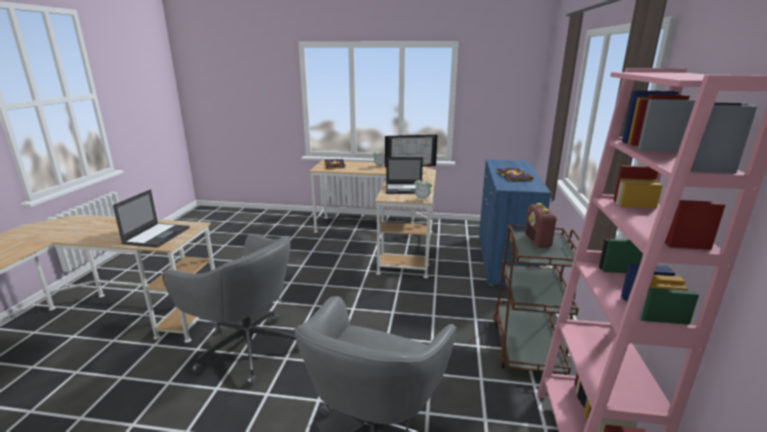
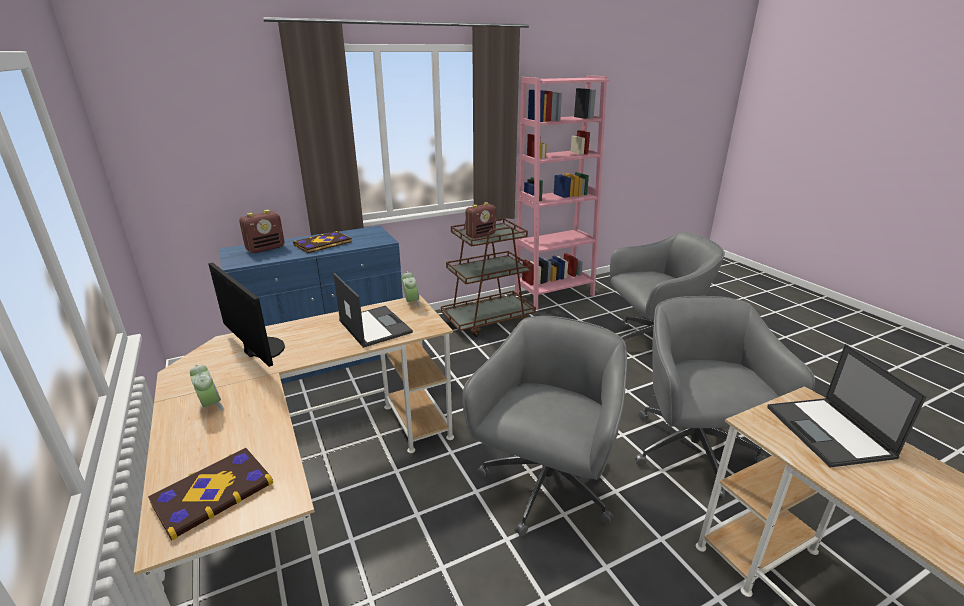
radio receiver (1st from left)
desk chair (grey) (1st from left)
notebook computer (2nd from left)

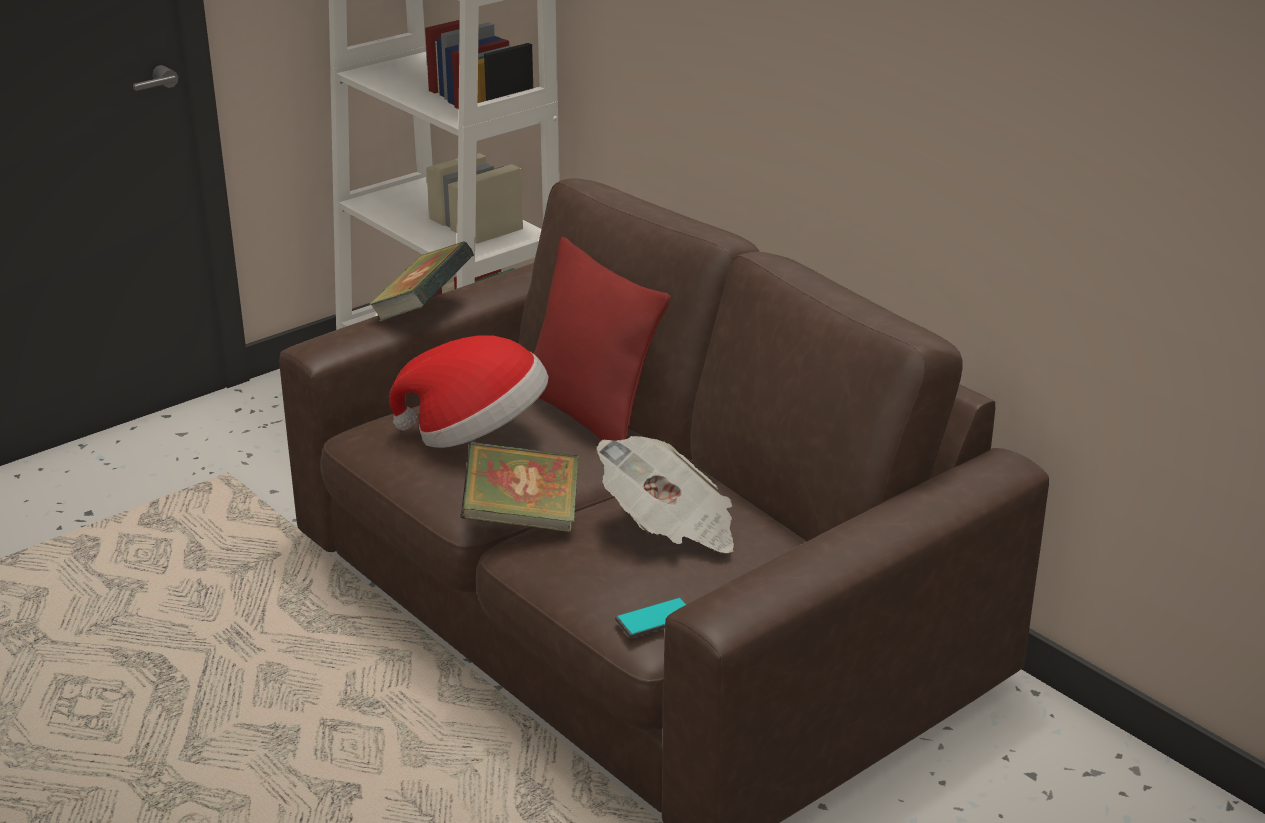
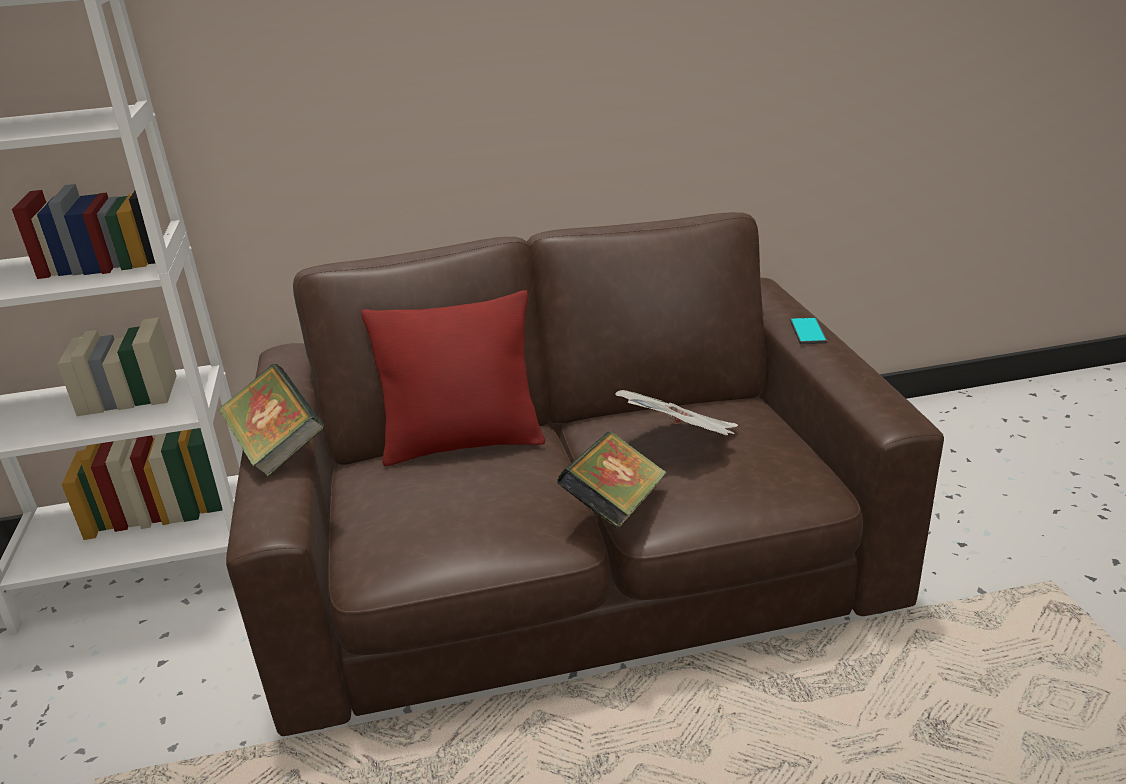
hat
handset

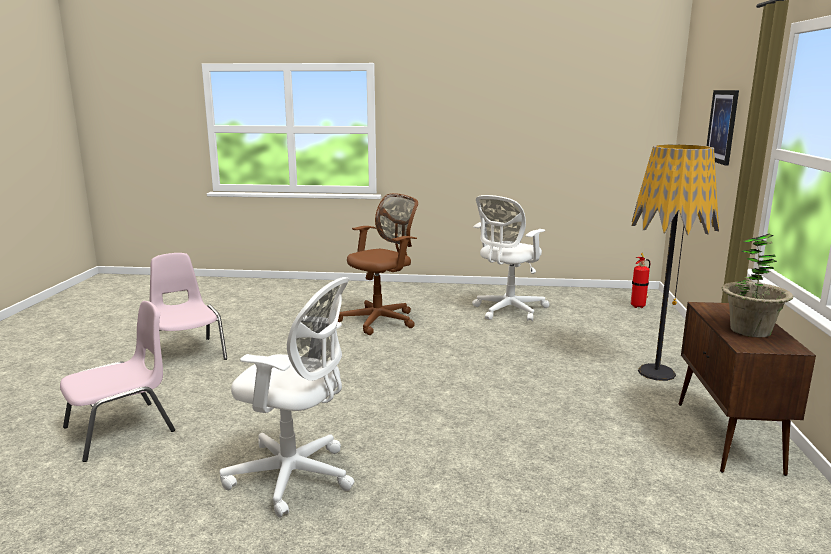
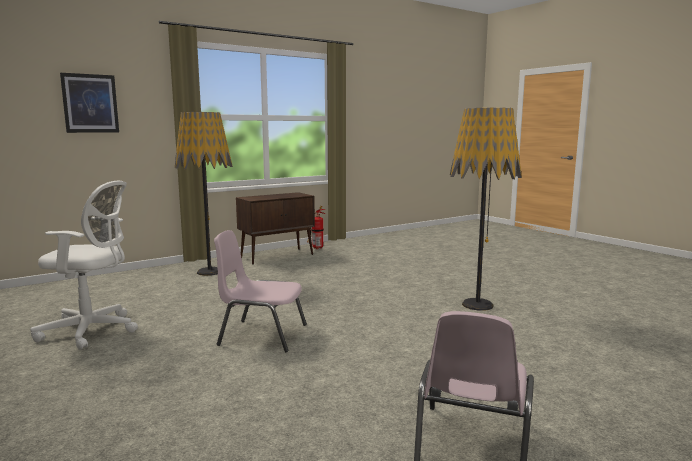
desk chair (brownish)
potted plant
plain chair (pink-coloured) (1st from left)
fire extinguisher
standard lamp (2nd from left)

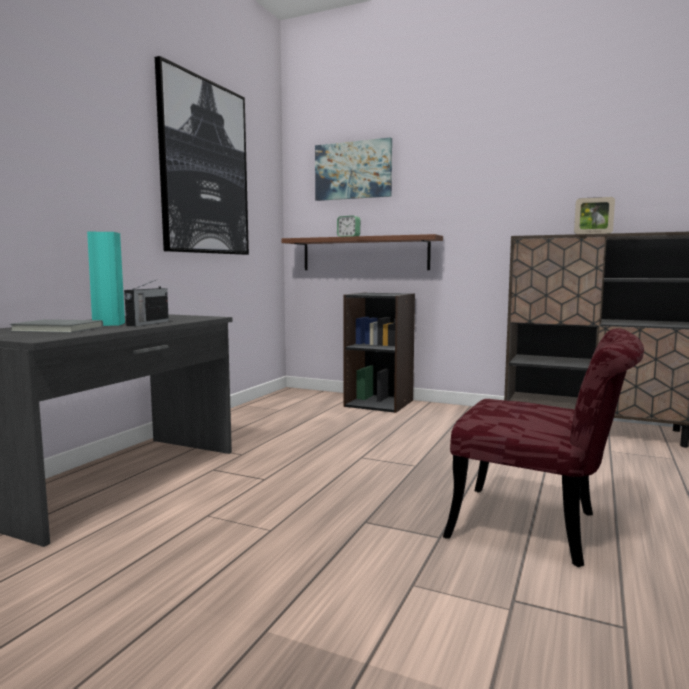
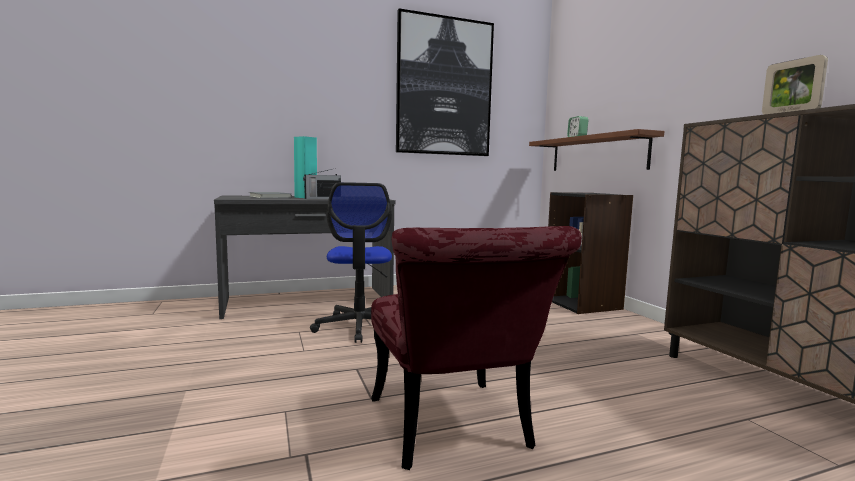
wall art (2nd from left in the first image)
desk chair

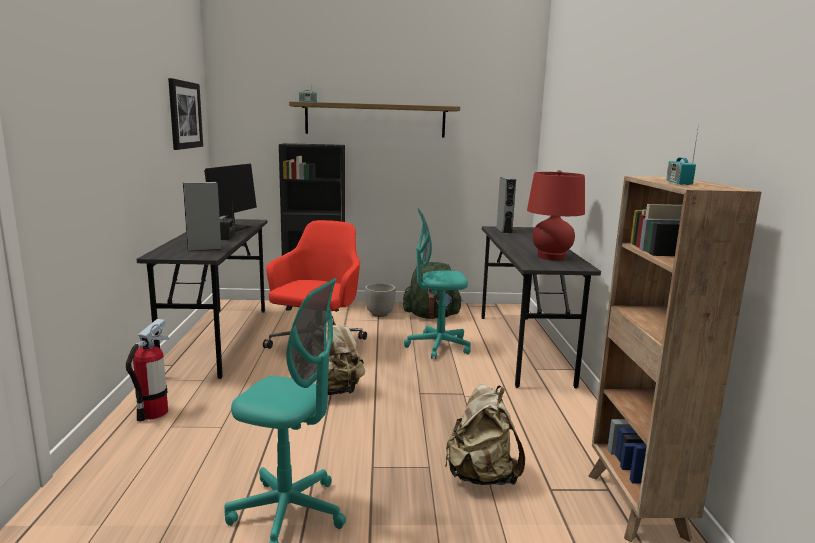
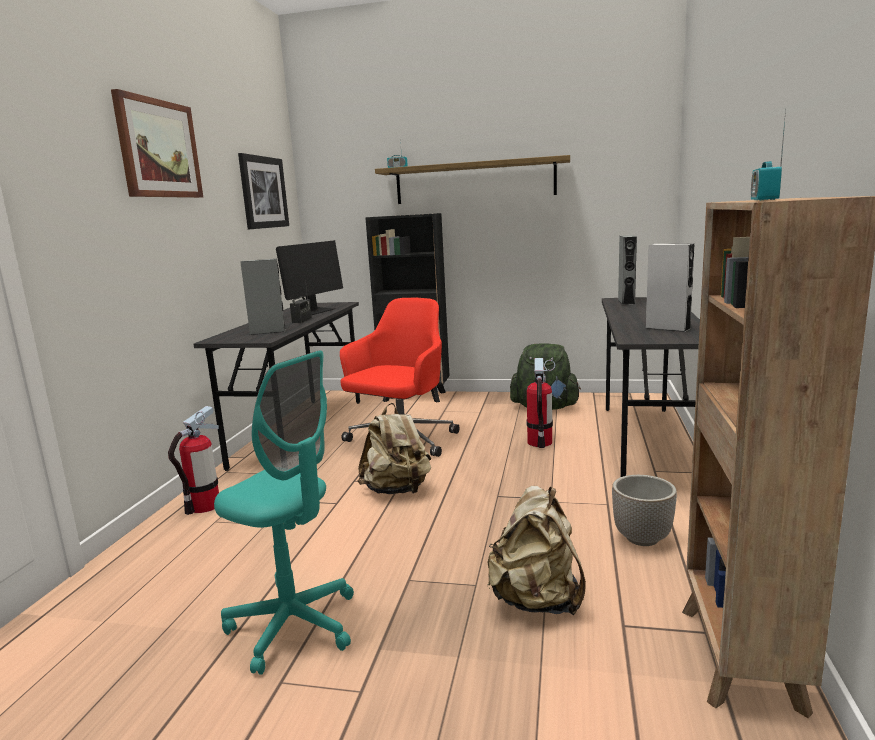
wall art (1st from left)
plant pot
fire extinguisher (2nd from left)
speaker (grey) (3rd from left)

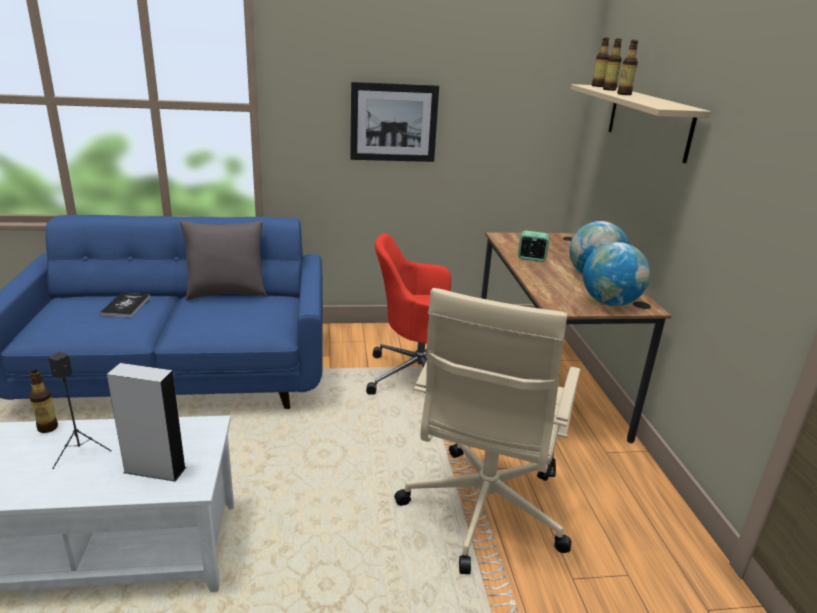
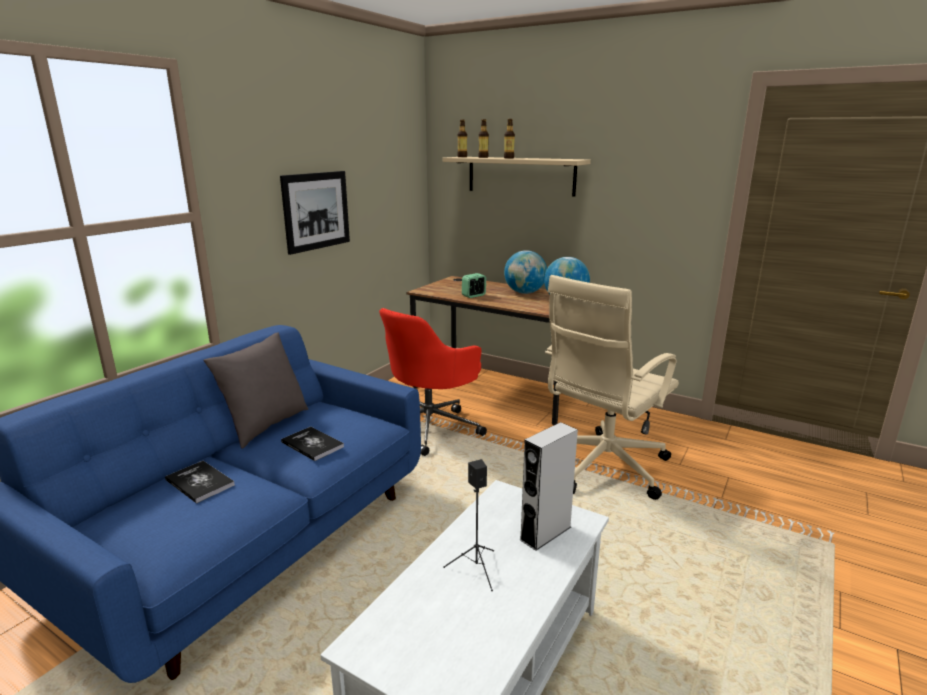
drink bottle (1st from left in the first image)
bound book (2nd from left)
desk chair (beige-coloured)

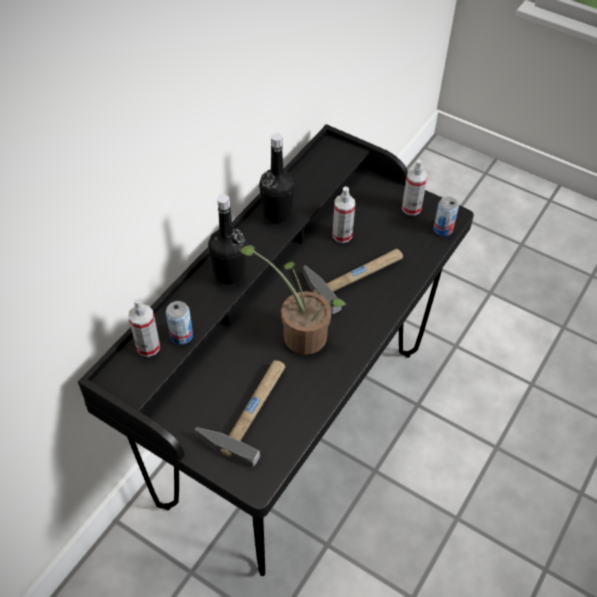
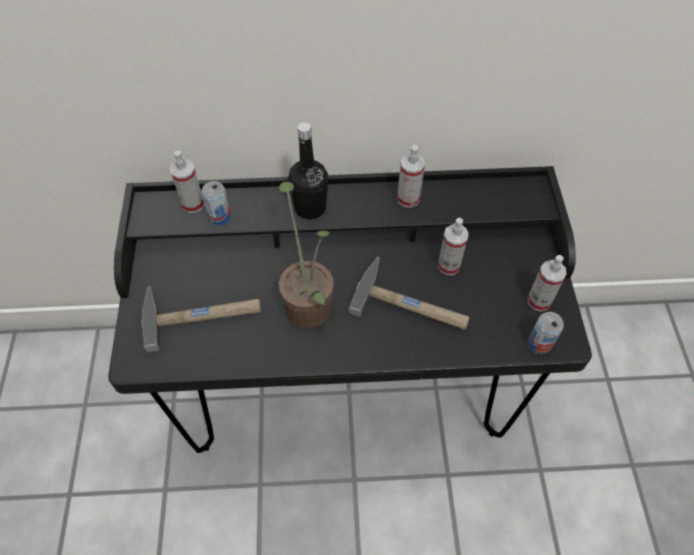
spray bottle (2nd from left)

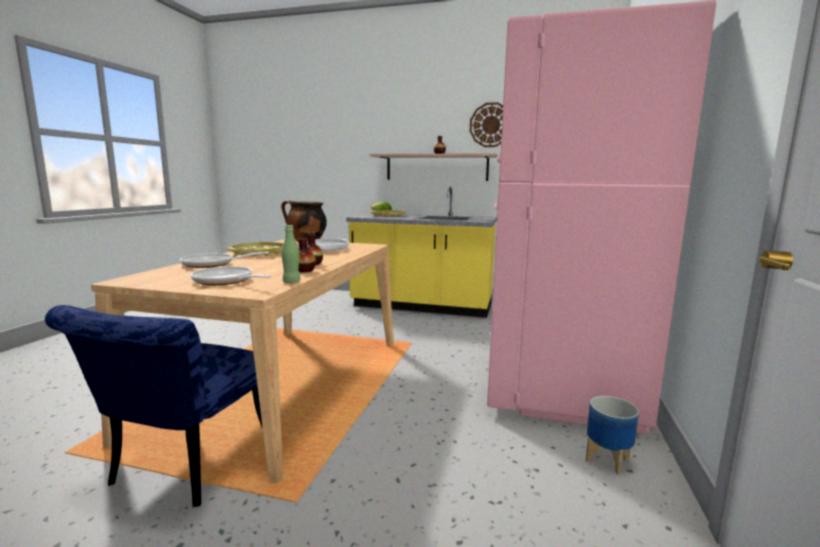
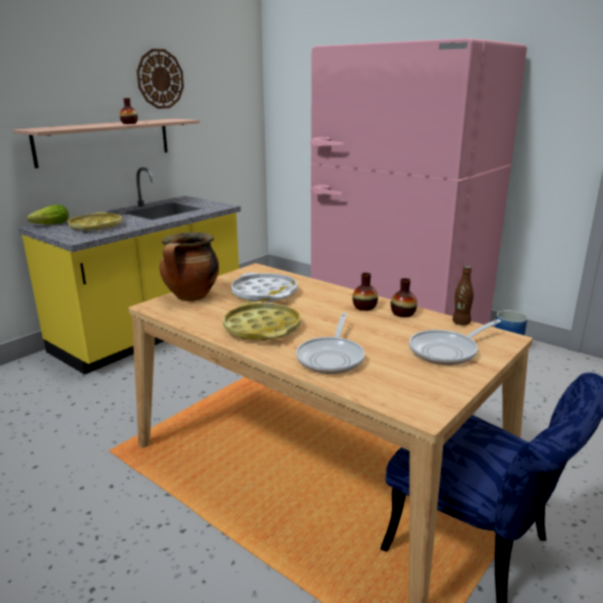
drink bottle (brownish)

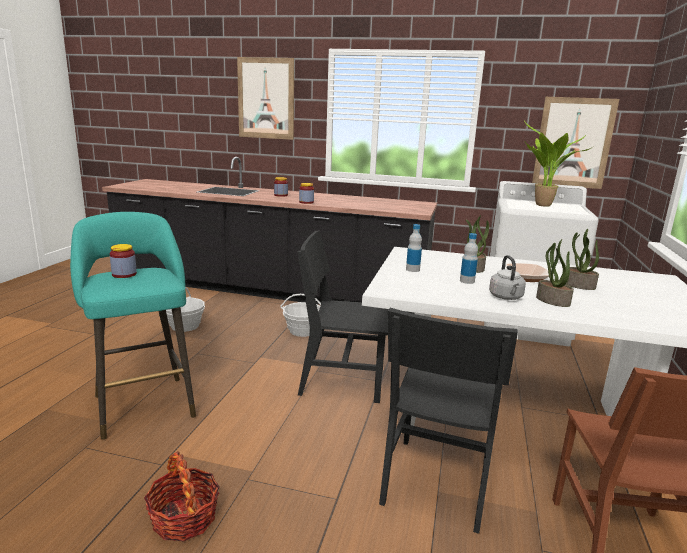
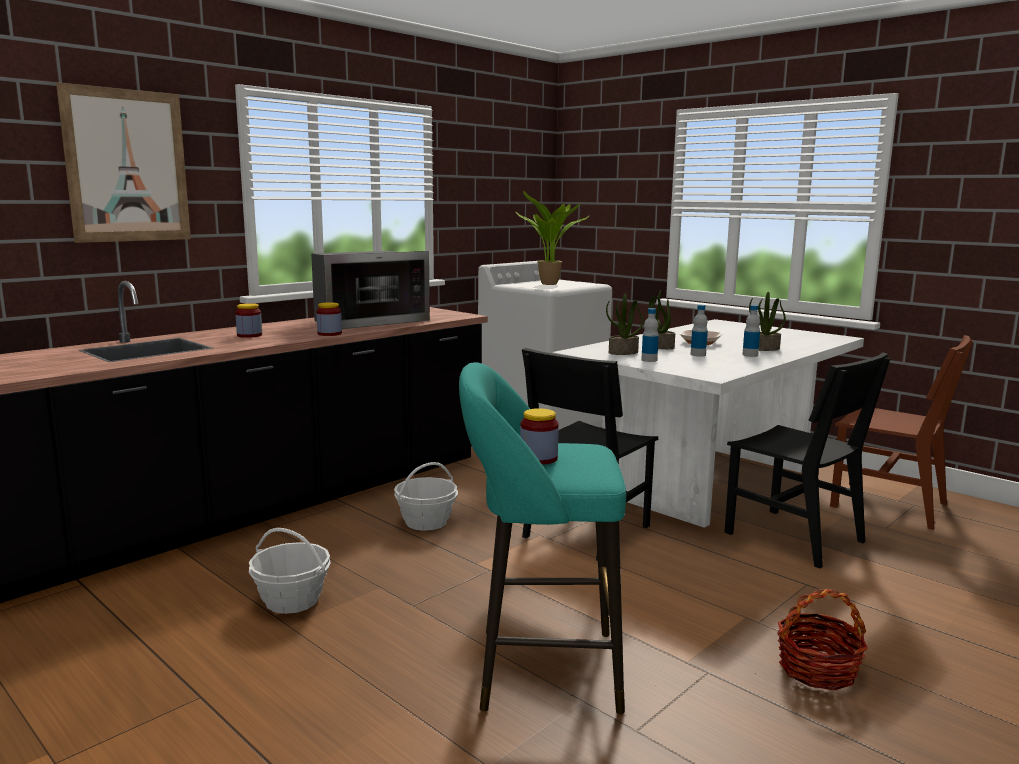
wall art (2nd from left in the first image)
microwave oven
potted plant (2nd from left)
drink bottle (3rd from left)

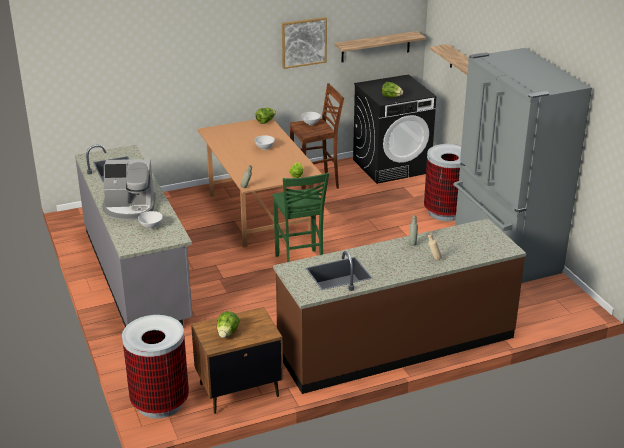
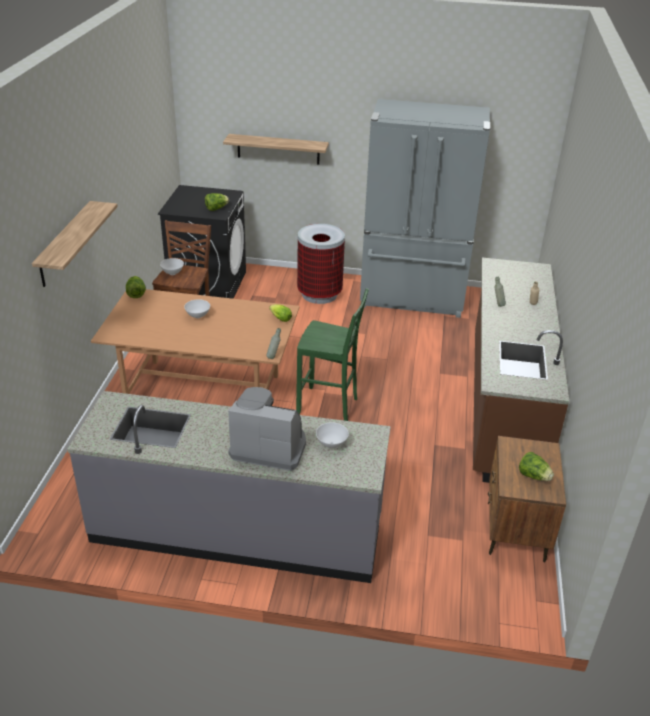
trash can (1st from left in the first image)
wall art
bracket shelf (1st from left)
coffee brewer

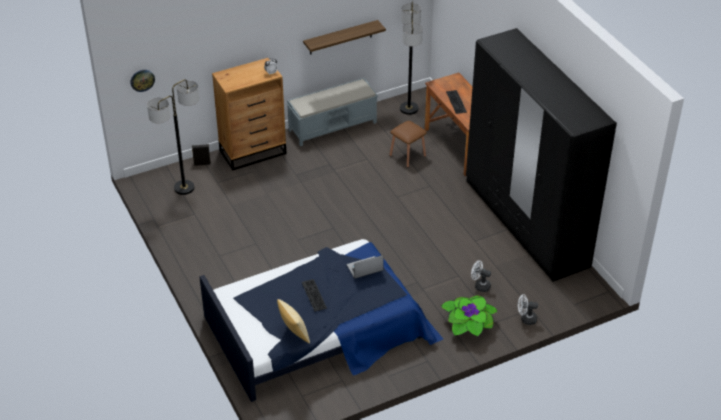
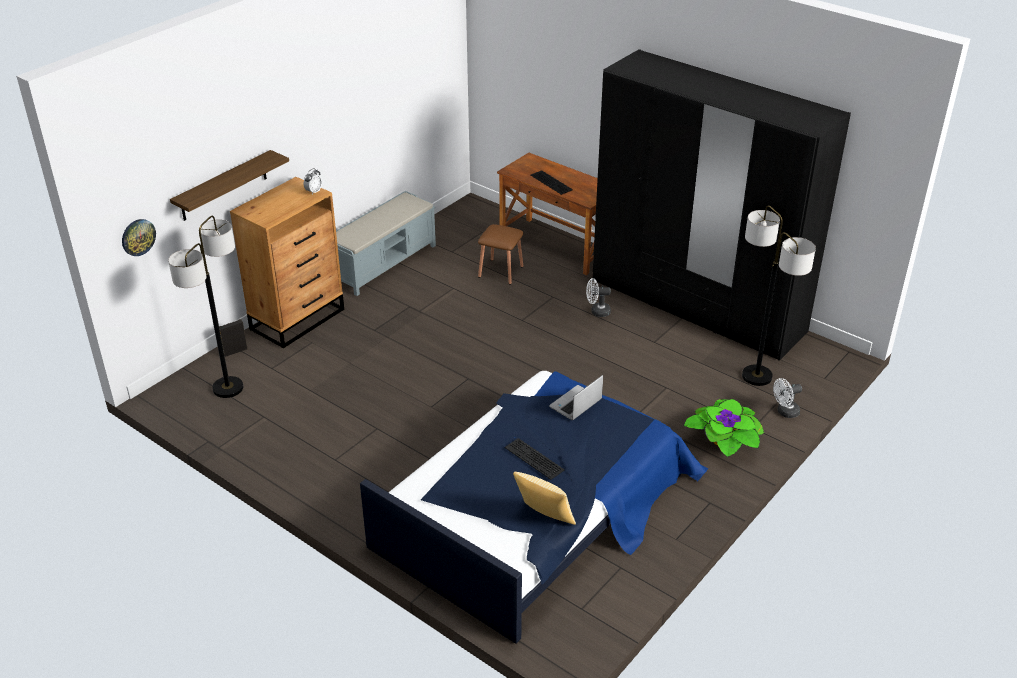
bracket shelf
standard lamp (2nd from left)
electric fan (whitish) (1st from left)

